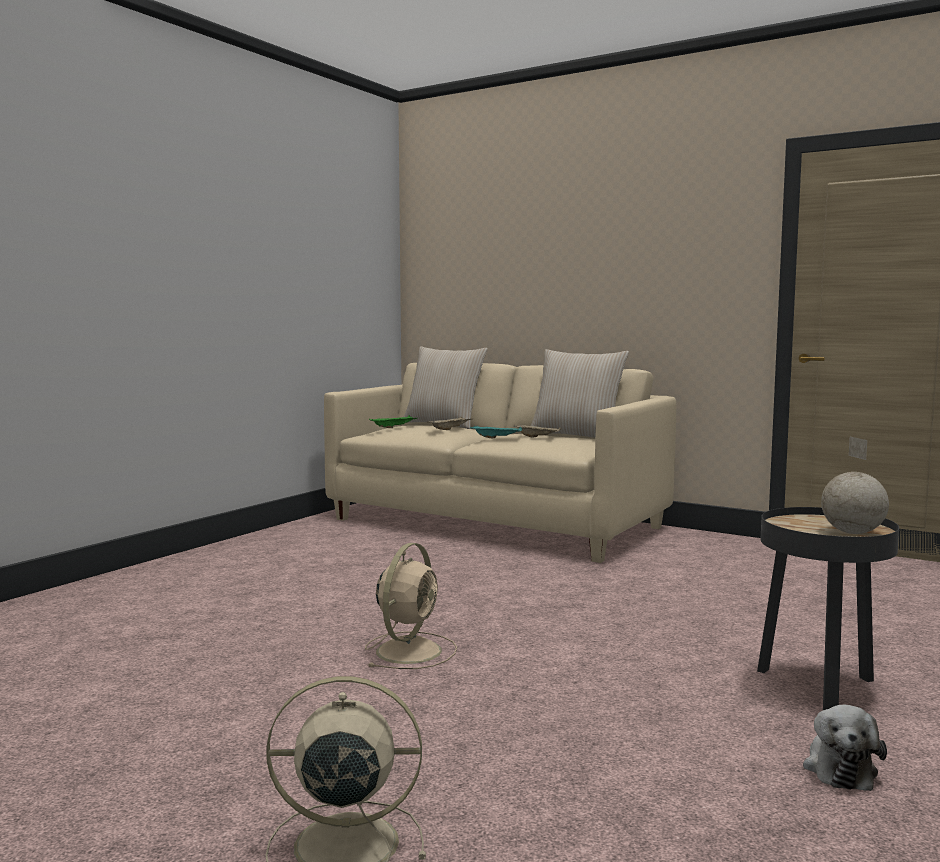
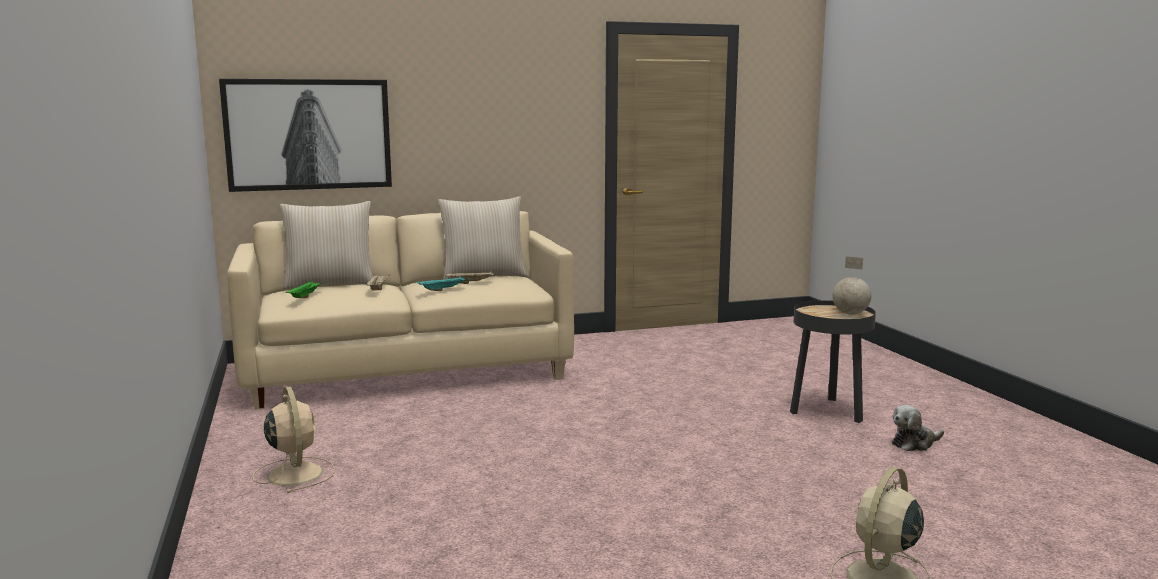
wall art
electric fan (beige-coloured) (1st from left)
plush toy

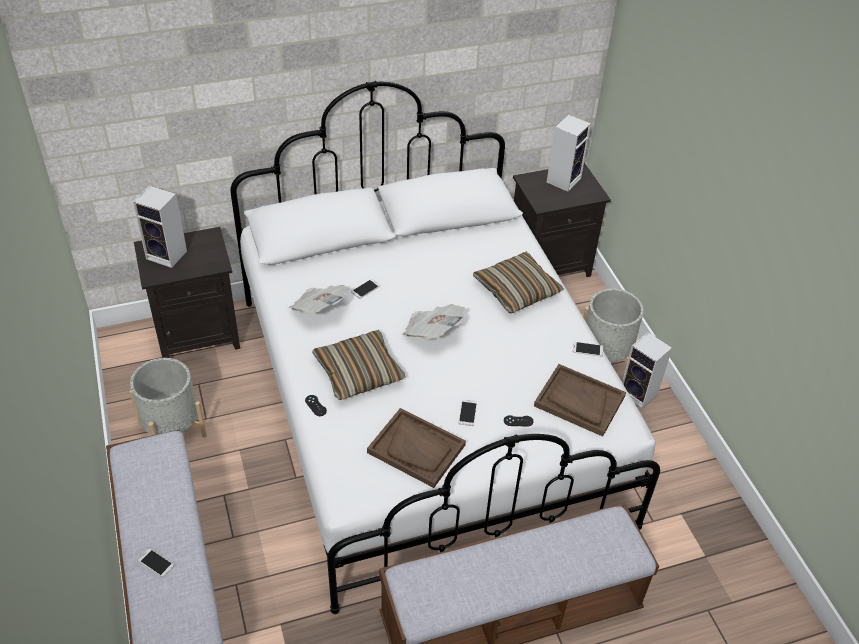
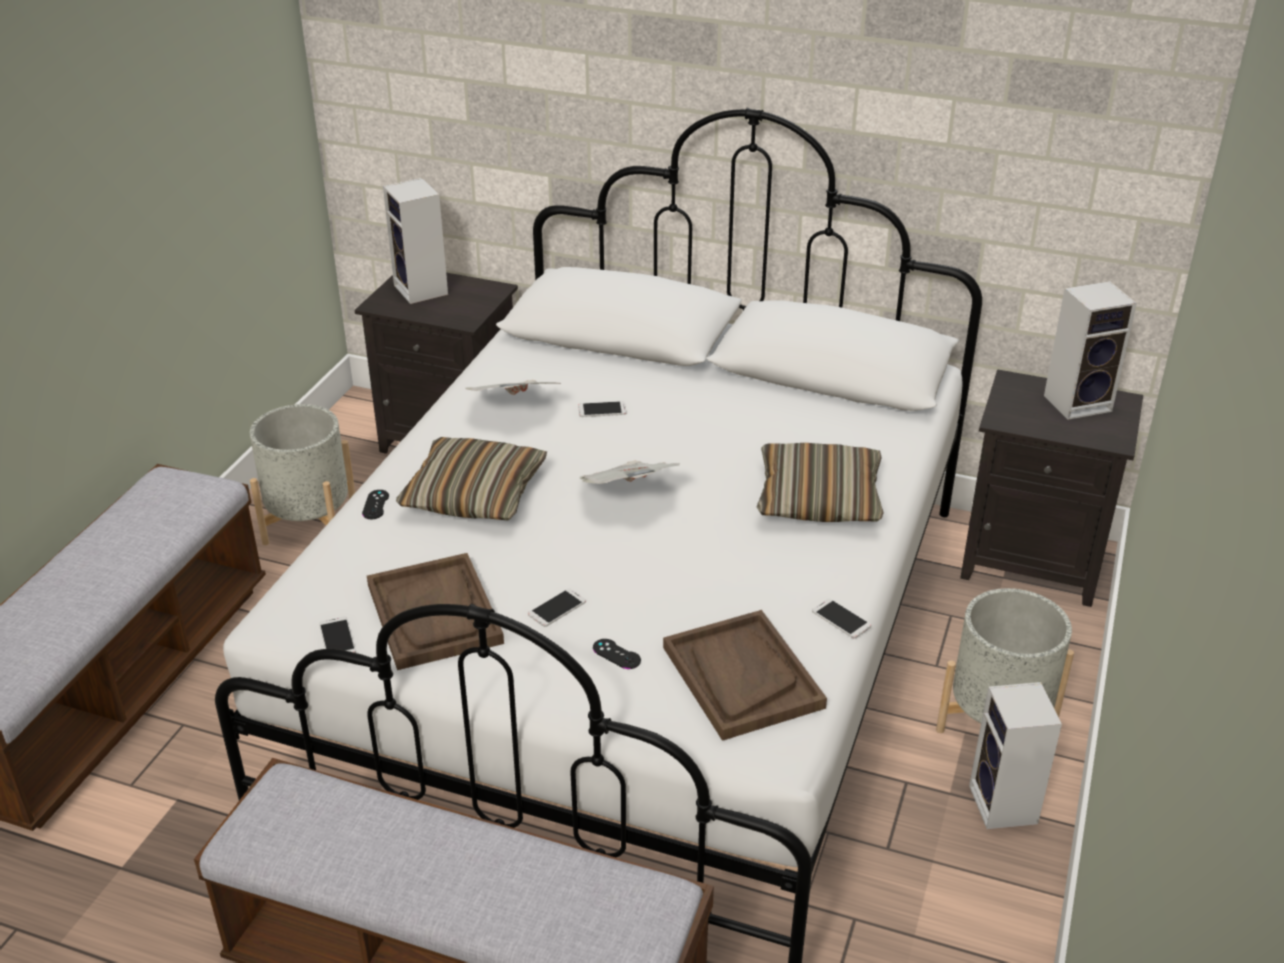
handset (1st from left)

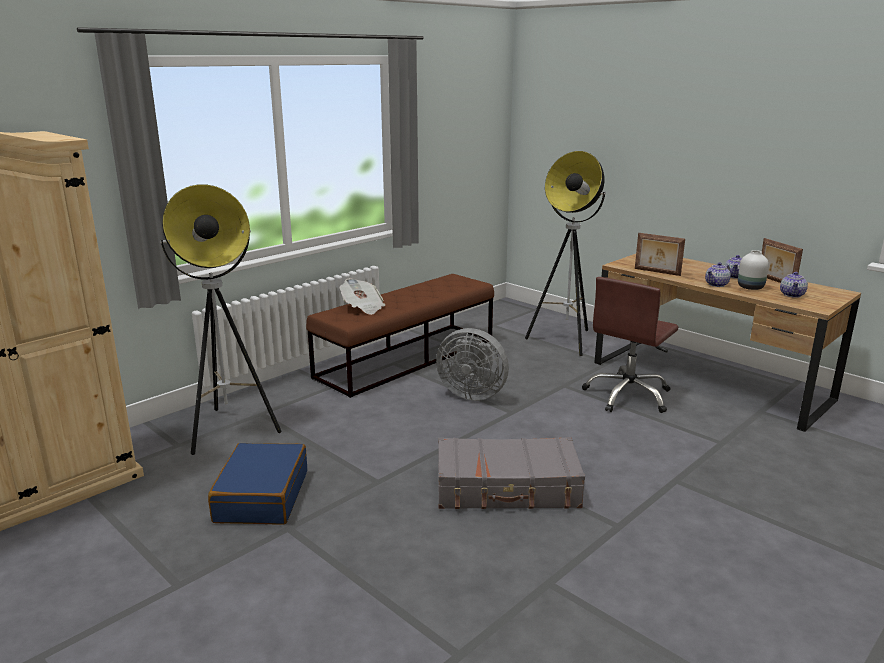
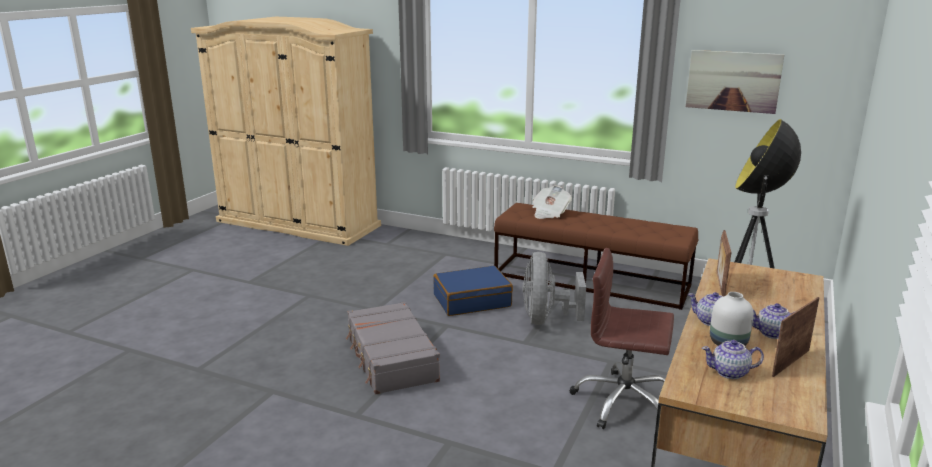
standard lamp (1st from left in the first image)
wall art
suitcase (blue)

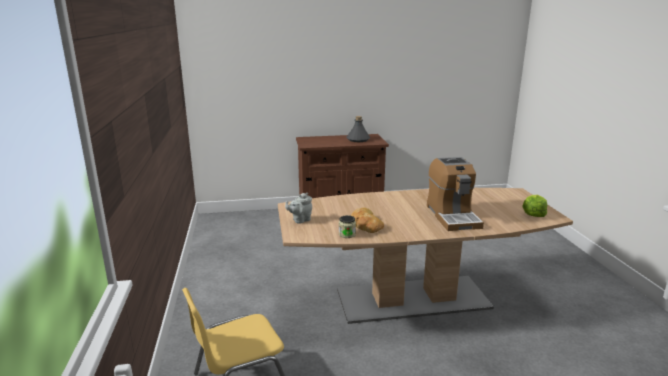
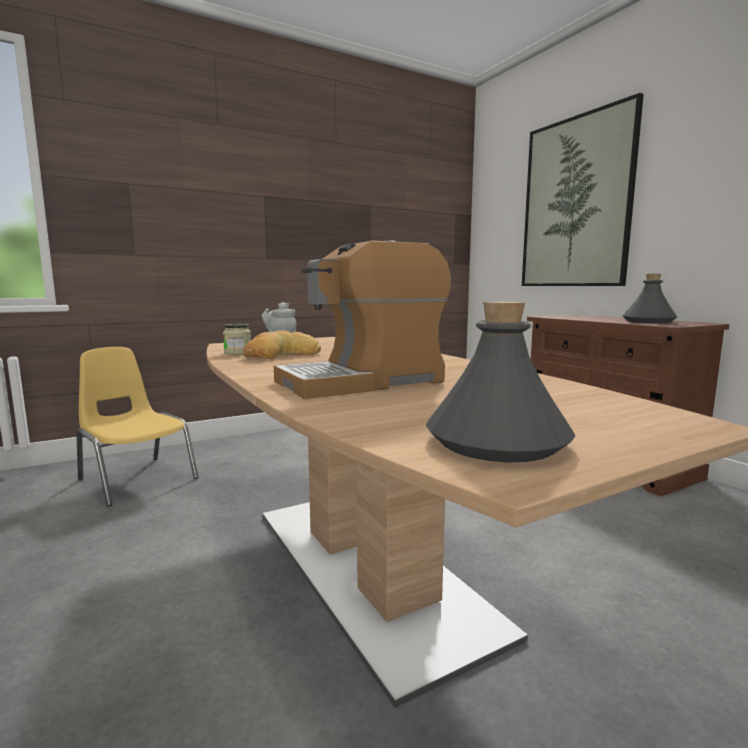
wall art
drink bottle (grey) (1st from left)

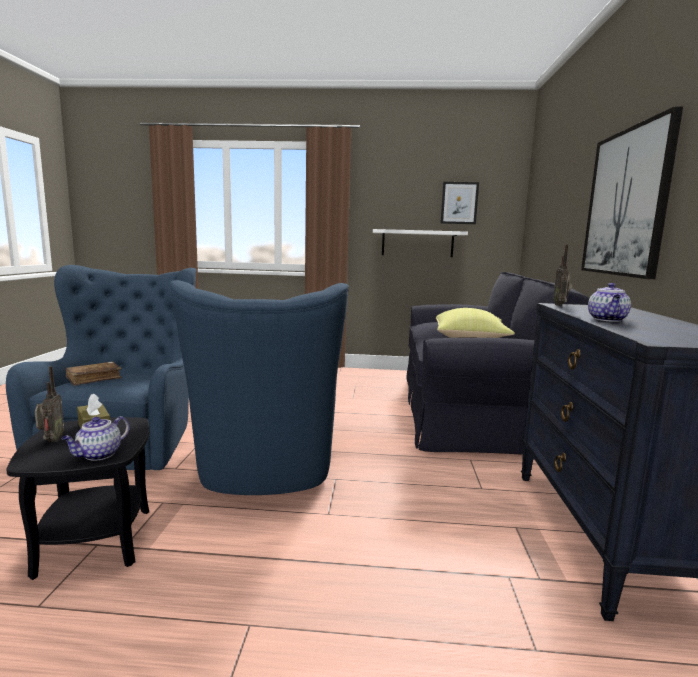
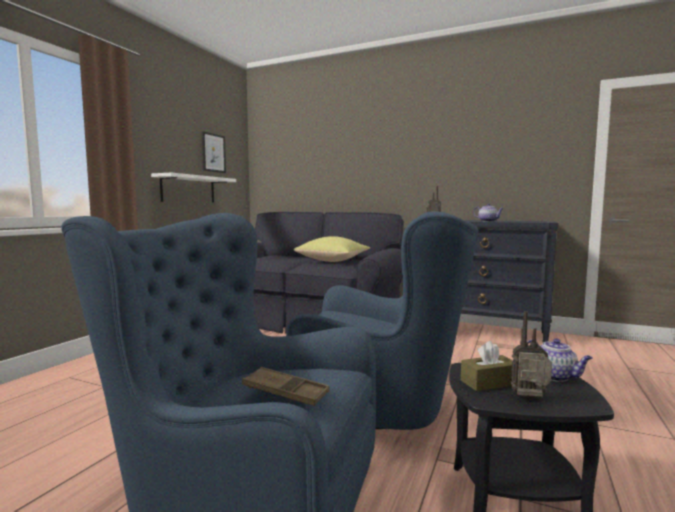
wall art (2nd from left in the first image)
carrying tray (brownish)

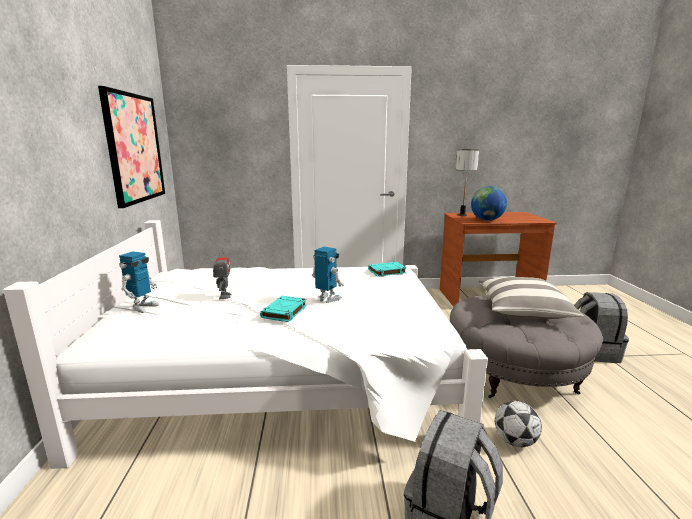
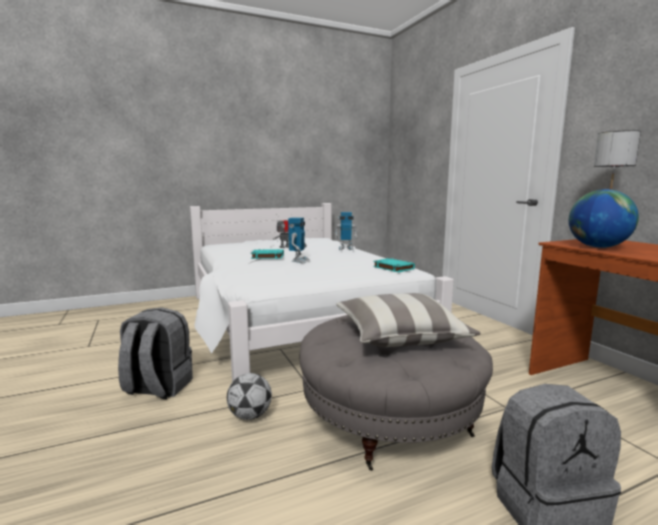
wall art
model robot (3rd from left)

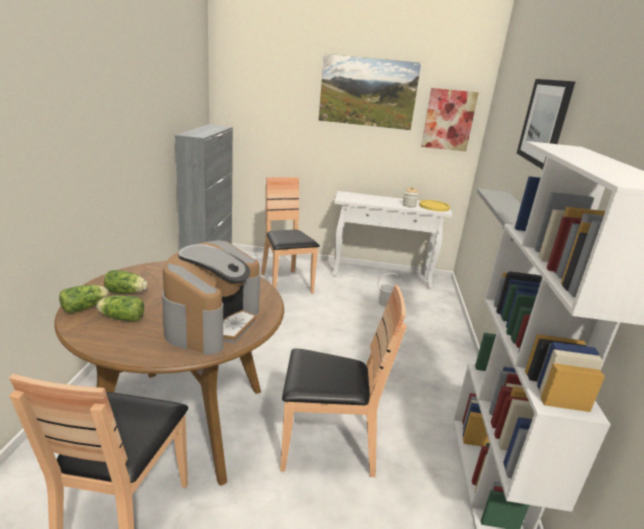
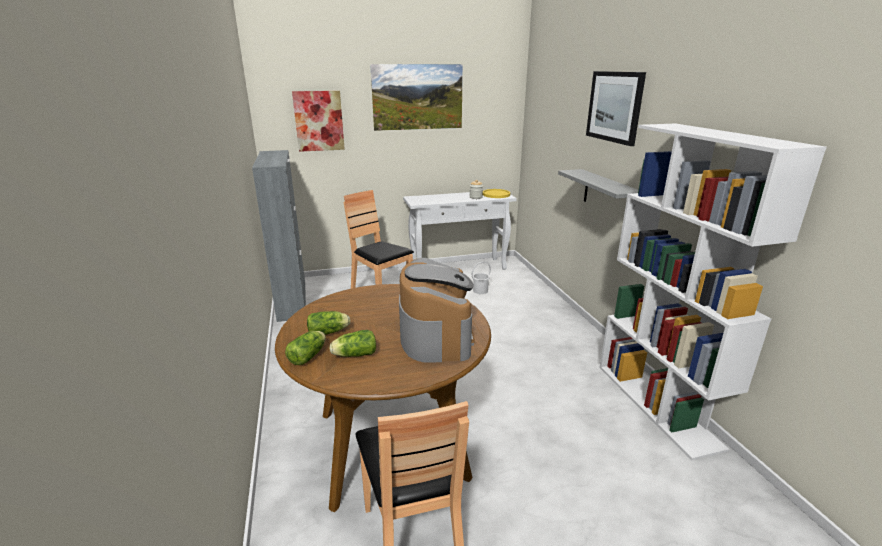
plain chair (brownish) (3rd from left in the first image)
wall art (1st from left)

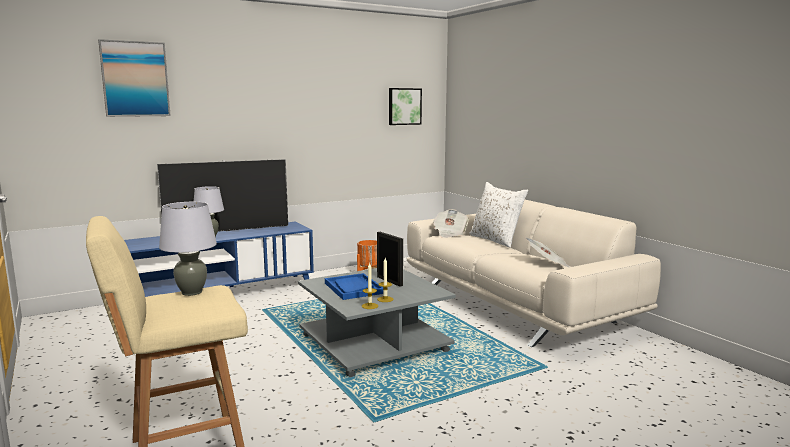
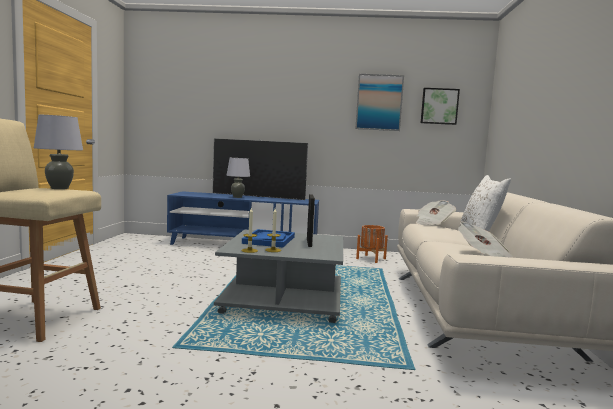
wall art (1st from left)

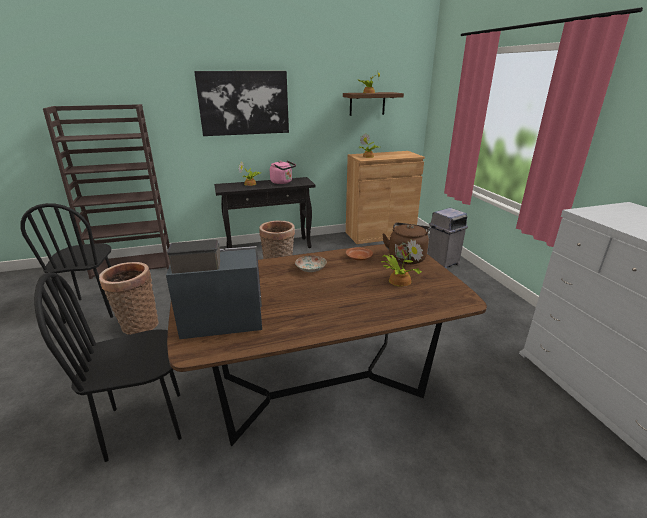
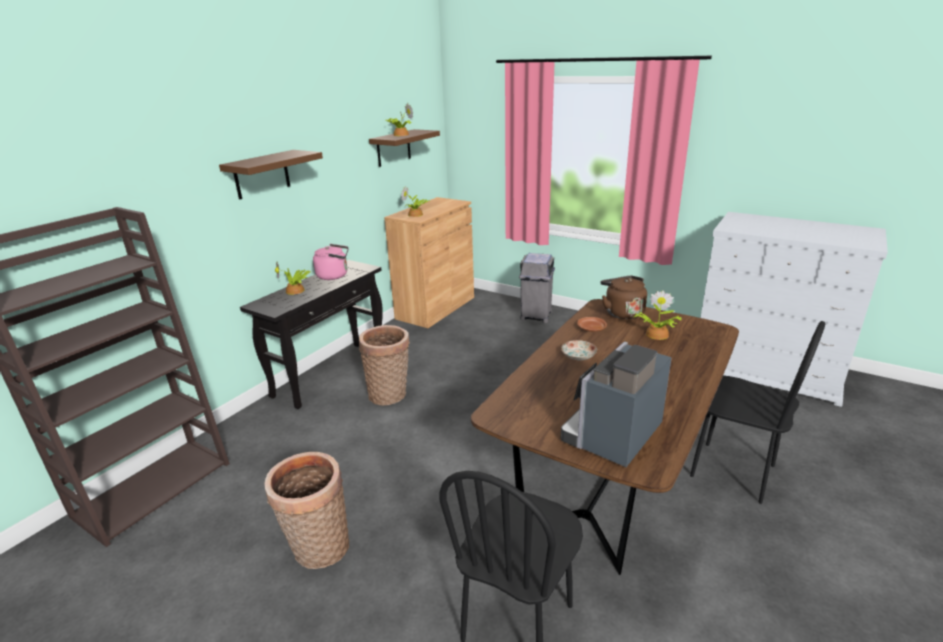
plain chair (blackish) (2nd from left)
bracket shelf (brownish) (1st from left)

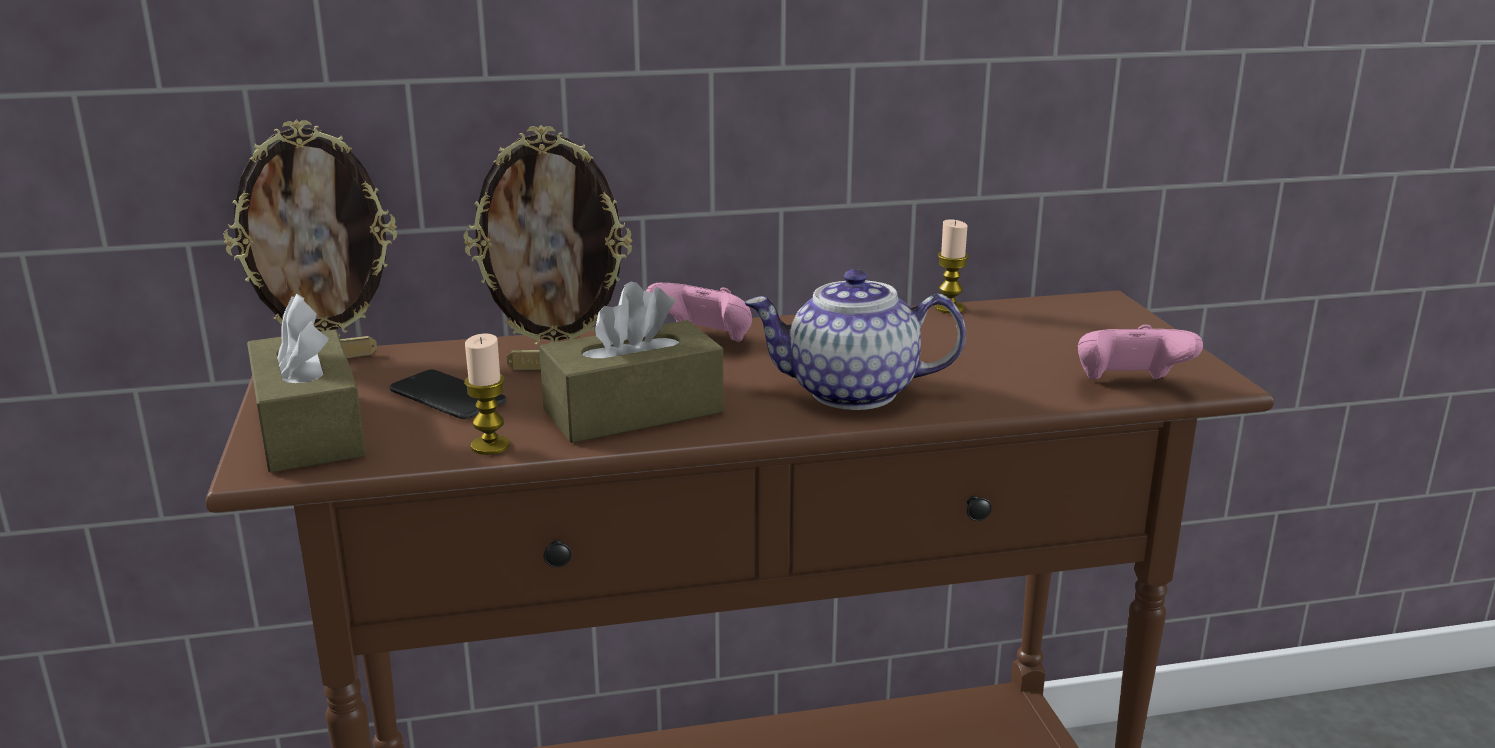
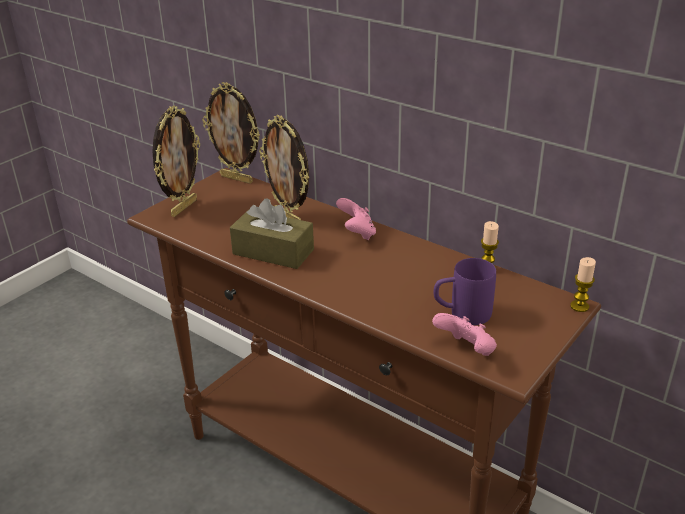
handset
pot for tea
coffee mug (purplish)
wax light (2nd from left)
picture frame (1st from left)

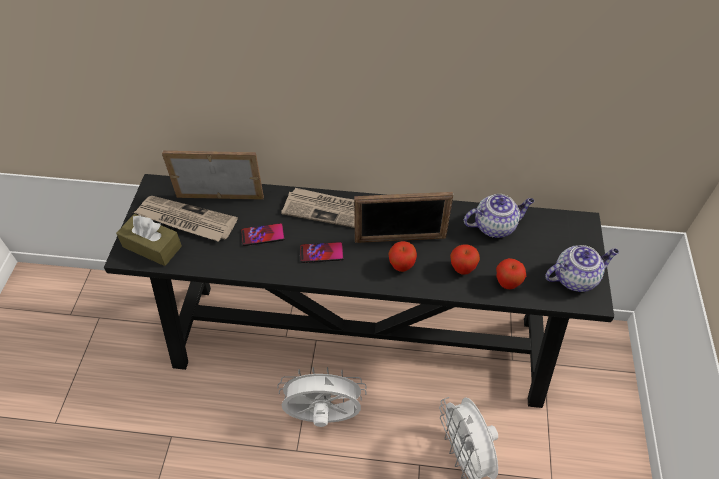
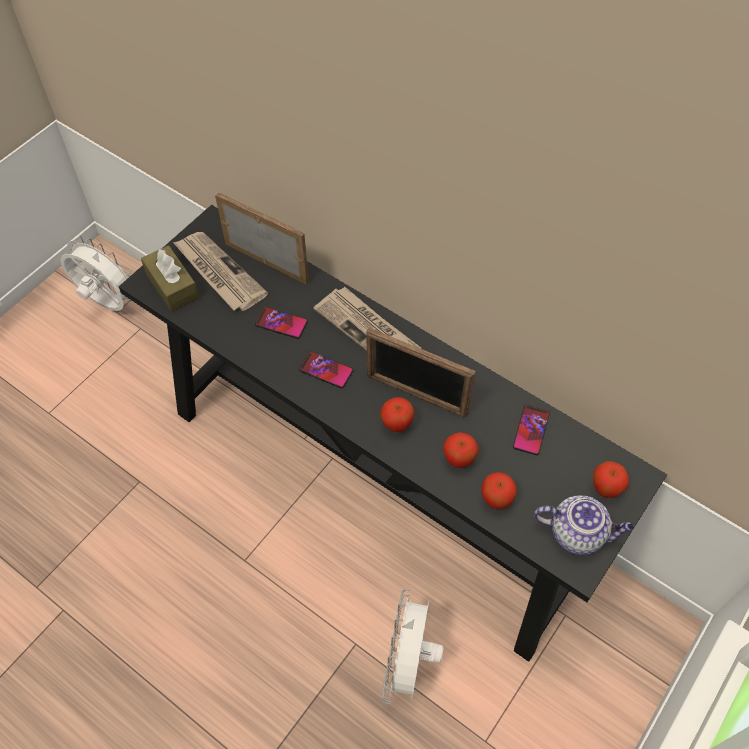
whole apple (4th from left)
electric fan (whitish) (1st from left)
handset (3rd from left)

